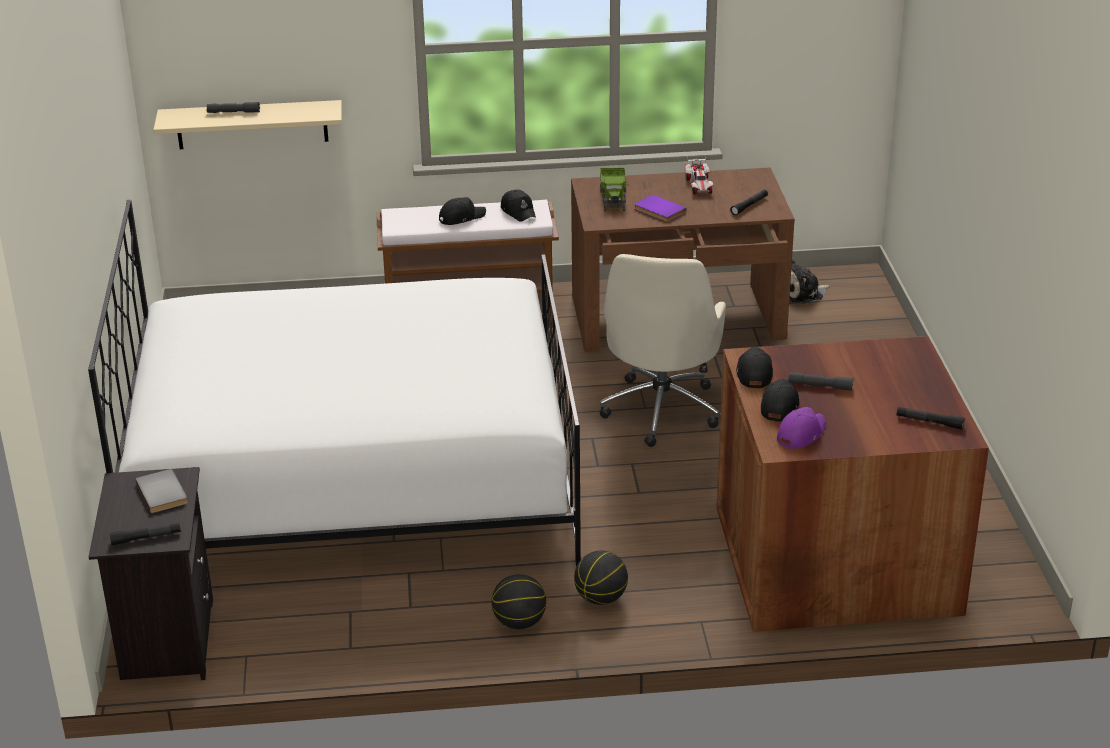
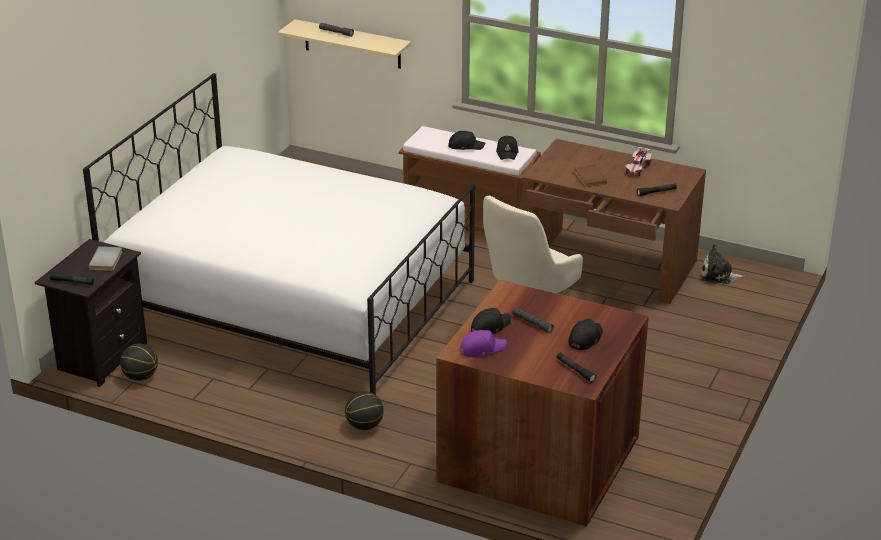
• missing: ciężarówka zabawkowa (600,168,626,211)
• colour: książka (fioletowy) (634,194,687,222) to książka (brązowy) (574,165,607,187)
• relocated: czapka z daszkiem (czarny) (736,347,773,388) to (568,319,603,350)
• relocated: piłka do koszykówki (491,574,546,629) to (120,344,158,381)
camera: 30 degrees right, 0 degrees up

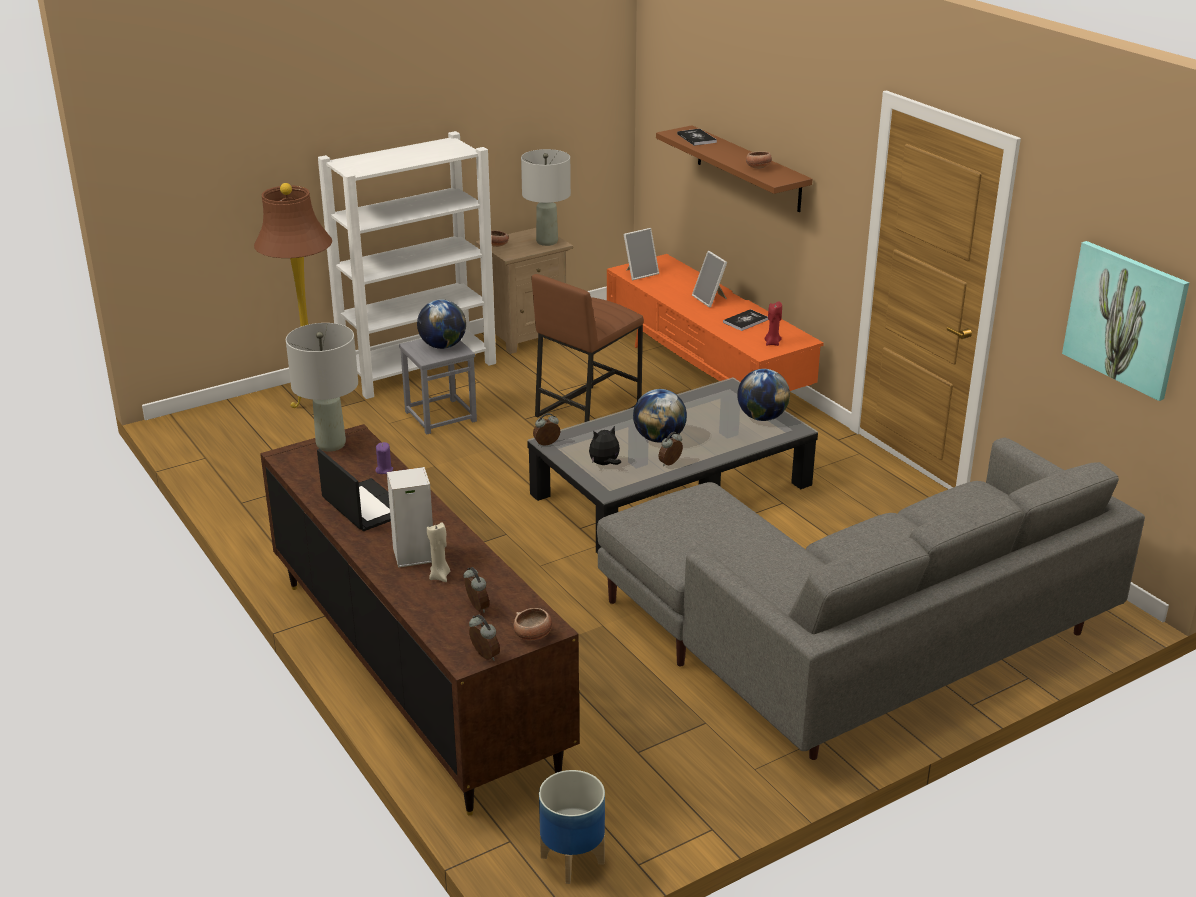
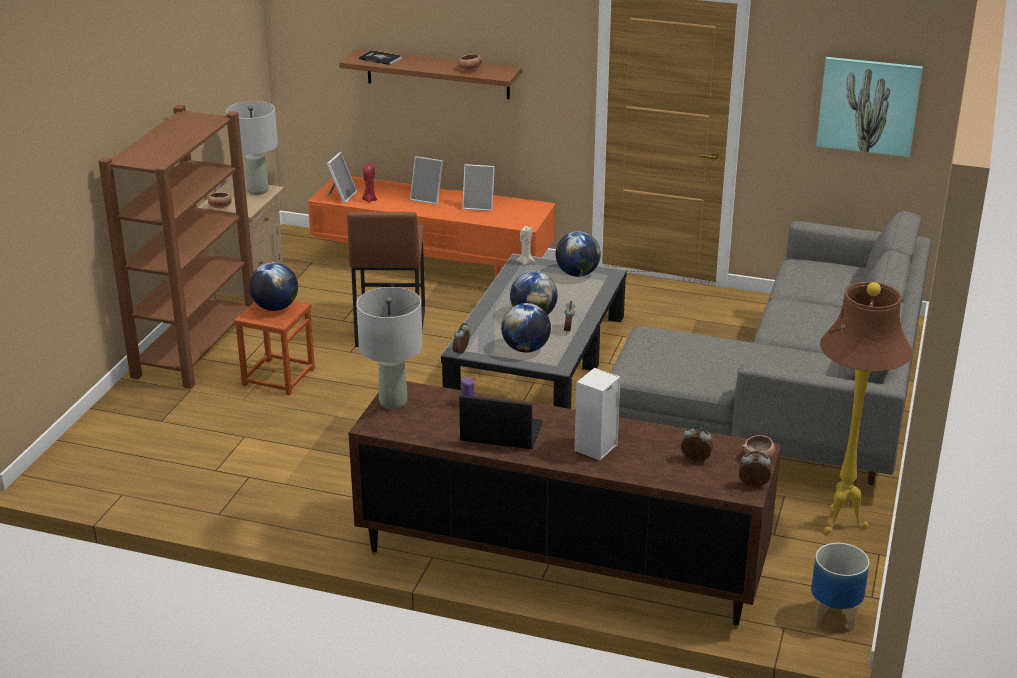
• colour: regał (biały) (318,131,496,399) to regał (brązowy) (98,105,254,389)
• relocated: lampa stojąca (brązowy) (254,183,332,408) to (820,282,912,533)
• relocated: świeca (czerwony) (764,301,782,346) to (362,163,377,202)
• exchanged: książka (723,309,769,331) to ramka na zdjęcie (462,164,495,211)
• colour: stołek (szary) (399,339,477,434) to stołek (brązowy) (234,301,315,395)
• exchanged: pluszak (589,426,621,465) to globus (501,303,551,353)
• relocated: świeca (beżowy) (427,522,450,582) to (516,226,535,265)
camera: 40 degrees left, 0 degrees up

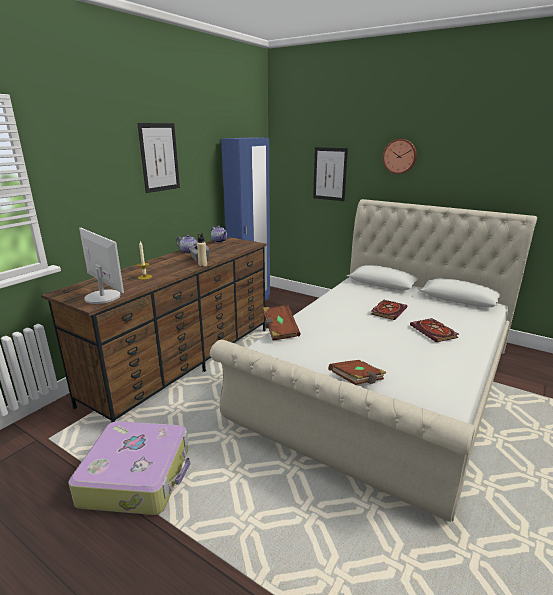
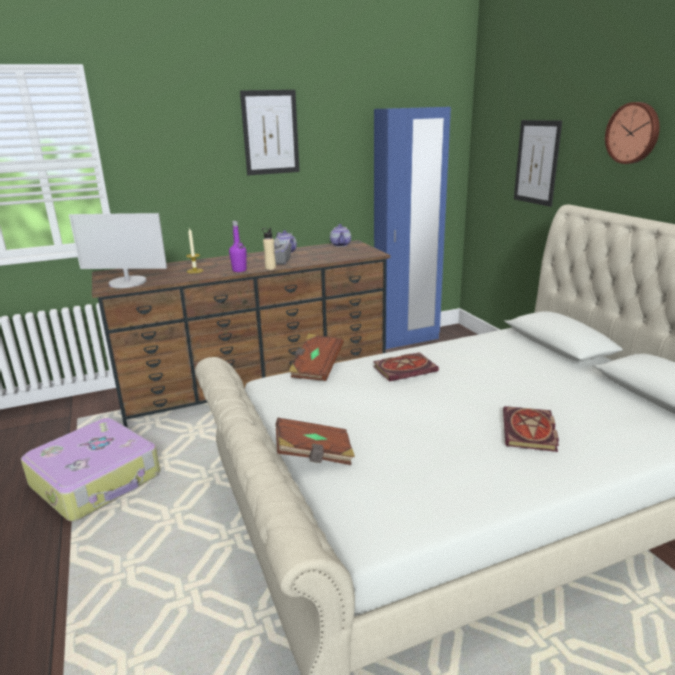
• spun: monitor (79,228,124,304) = (69,213,167,288) 105 degrees clockwise
• relocated: książka (371,300,407,320) to (373,352,439,381)
• appeared: butelka (fioletowy) (229,221,247,272)
camera: 35 degrees right, 0 degrees up

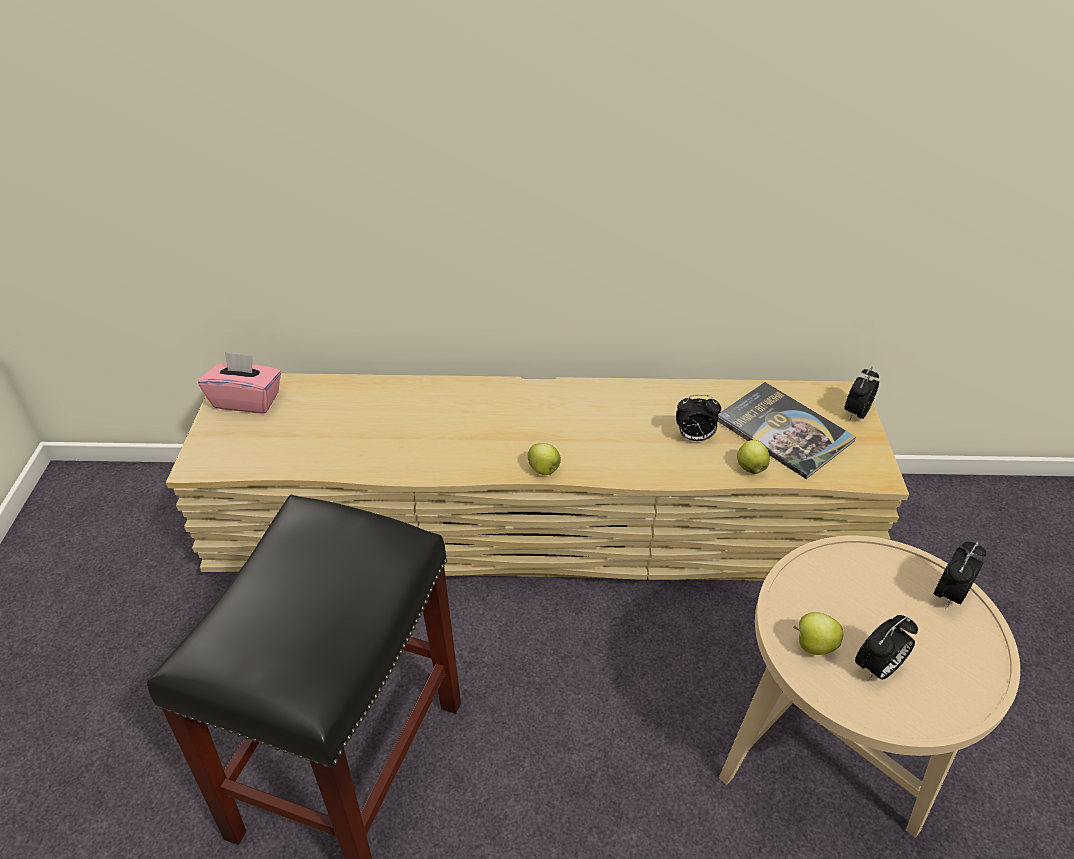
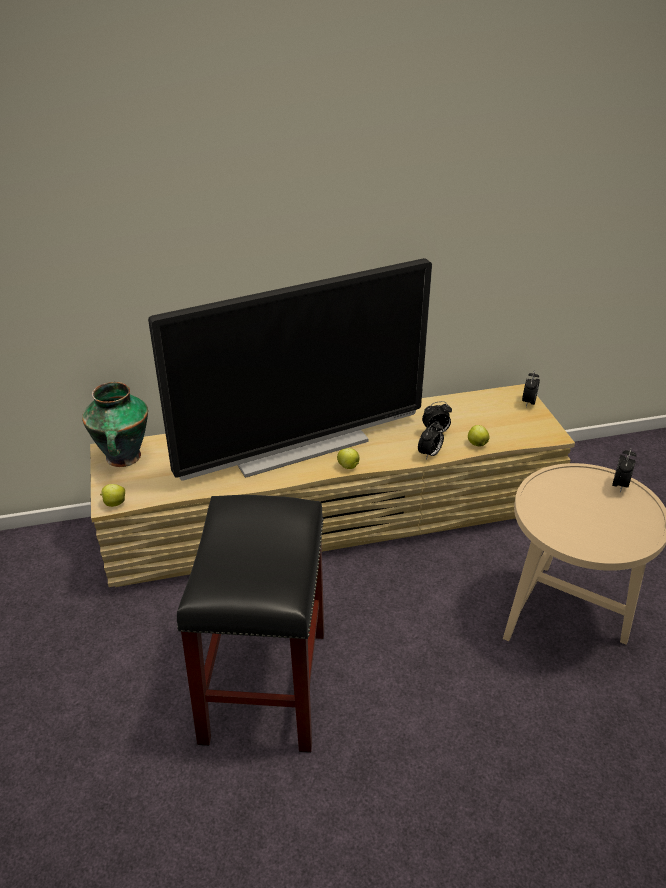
• exchanged: pudełko chusteczek (różowy) (198,352,281,413) to wazon (82,382,148,467)
• missing: książka (718,382,856,479)
• relocated: jabłko (793,612,843,655) to (100,484,125,507)
• relocated: budzik (855,615,918,681) to (418,421,444,459)
• appeared: telewizor (148,258,432,481)
camera: 15 degrees left, 5 degrees down

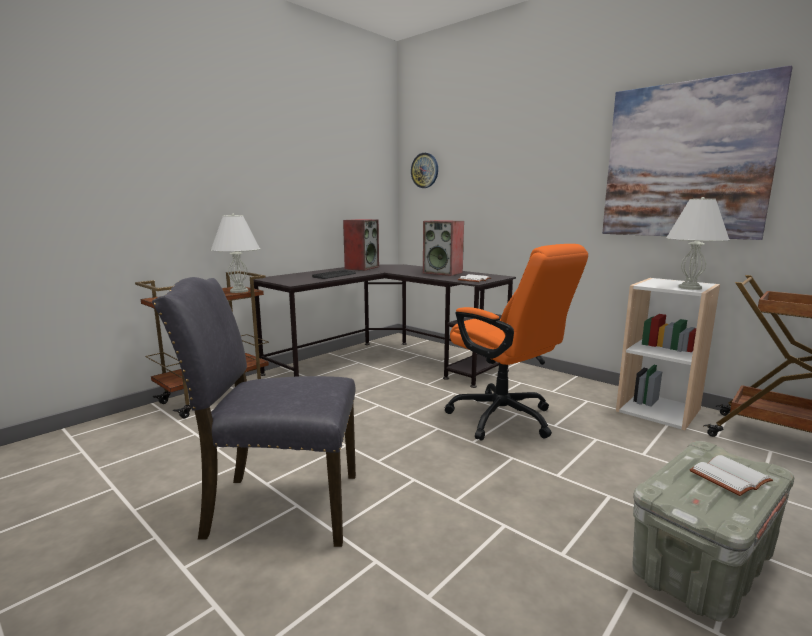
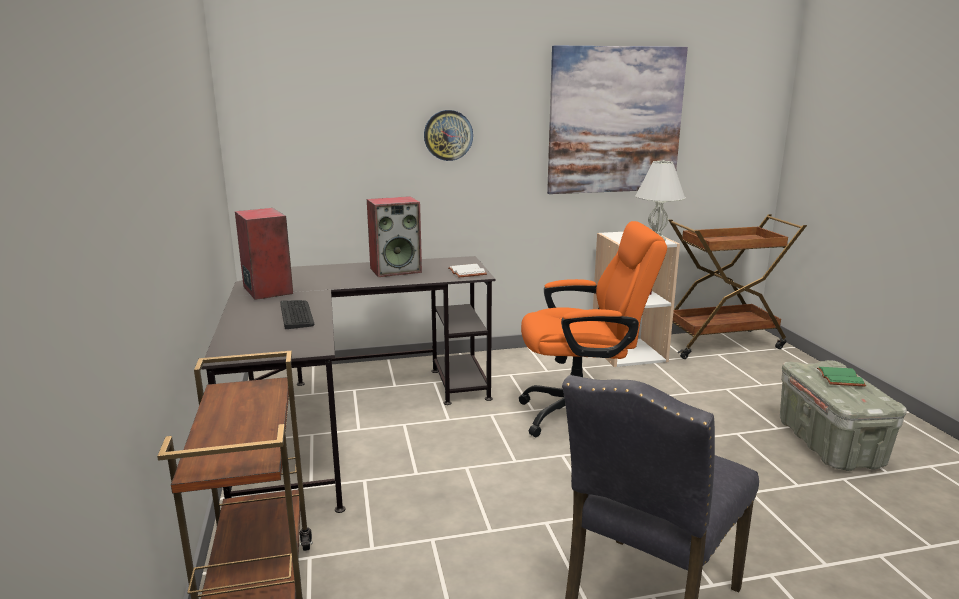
• relocated: zegar ścienny (411,153,438,188) to (424,110,473,161)
• missing: lampa stołowa (biały) (211,214,260,293)
• colour: książka (biały) (690,455,773,496) to książka (zielony) (817,367,866,386)
camera: 55 degrees left, 5 degrees up

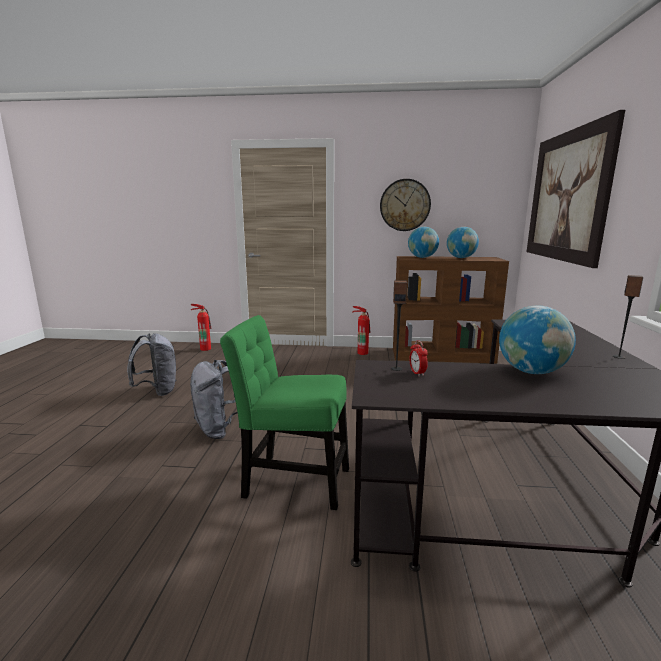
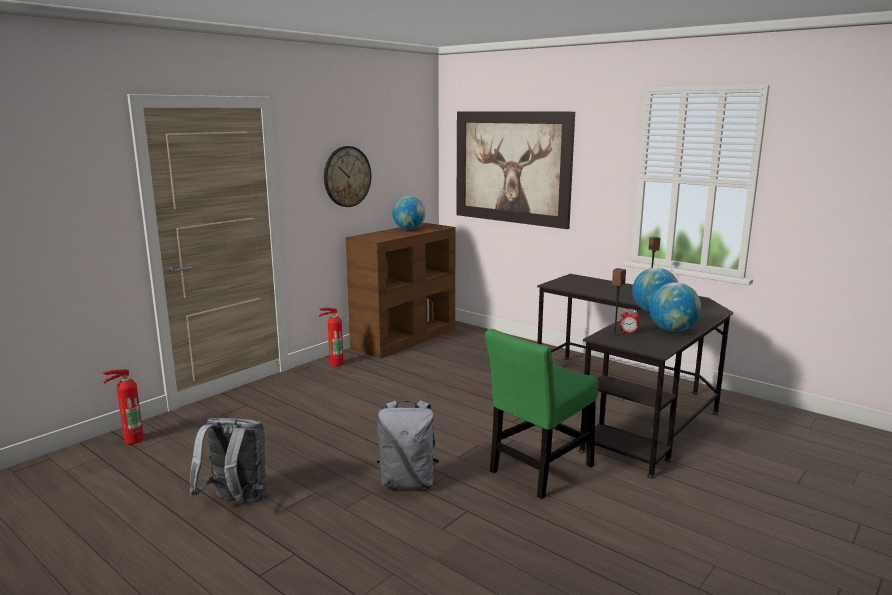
• relocated: globus (408,227,439,258) to (649,282,701,332)
camera: 55 degrees left, 0 degrees up

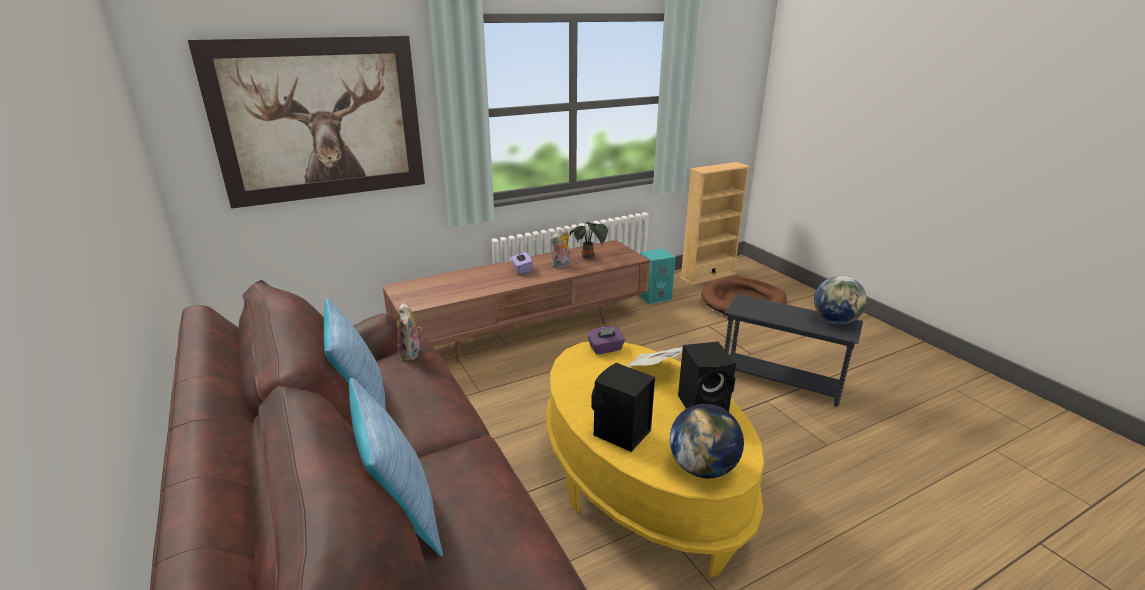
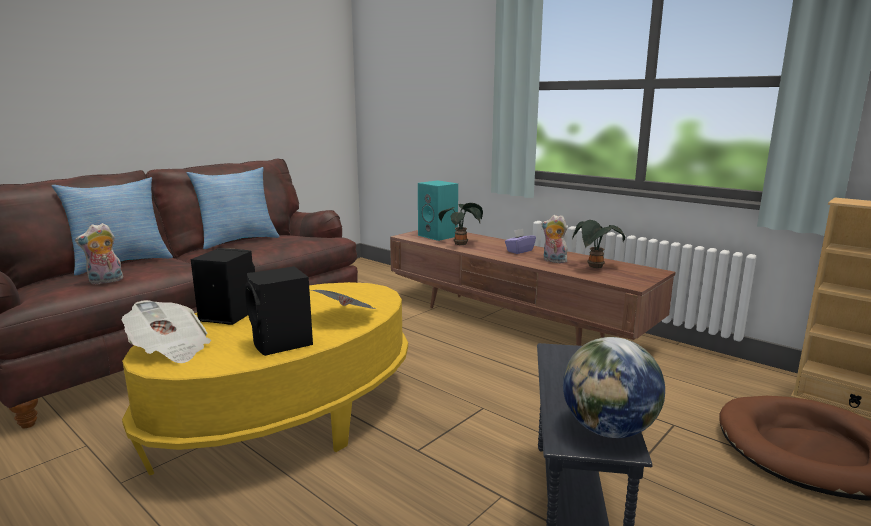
• missing: obraz (188,36,425,209)
• relocated: głośnik (turkusowy) (639,249,676,304) to (418,180,458,241)
• relocated: pluszak (397,302,422,361) to (75,223,124,284)
• missing: pudełko chusteczek (fioletowy) (587,326,625,355)
• exchanged: globus (670,404,744,478) to gazeta (122,300,211,363)
• appeared: roślina doniczkowa (438,203,483,245)
camera: 70 degrees right, 10 degrees down

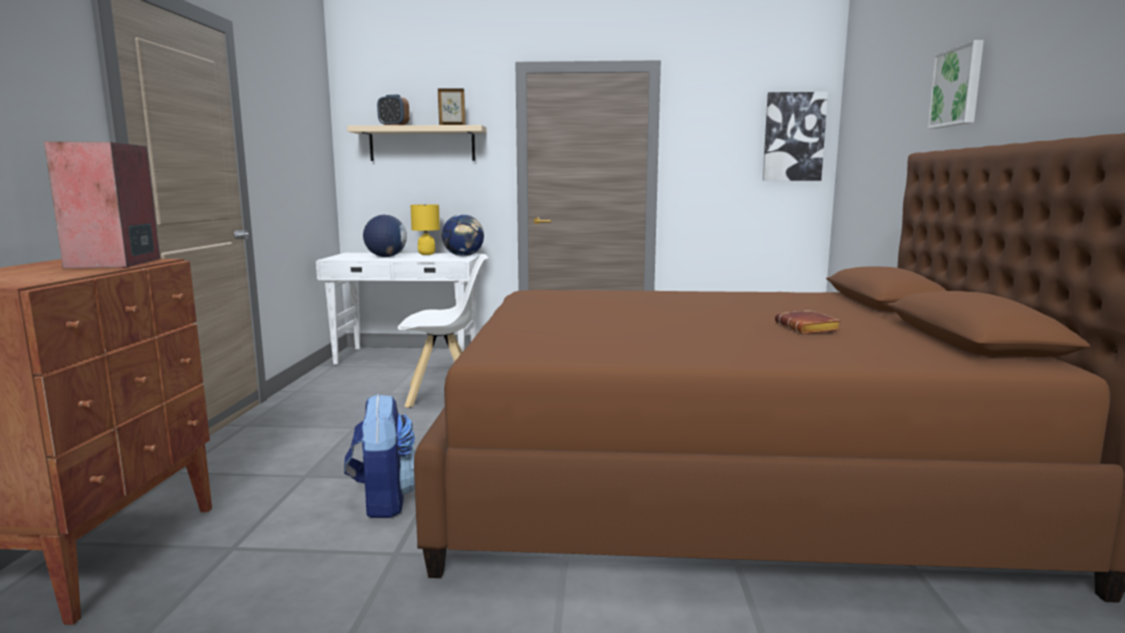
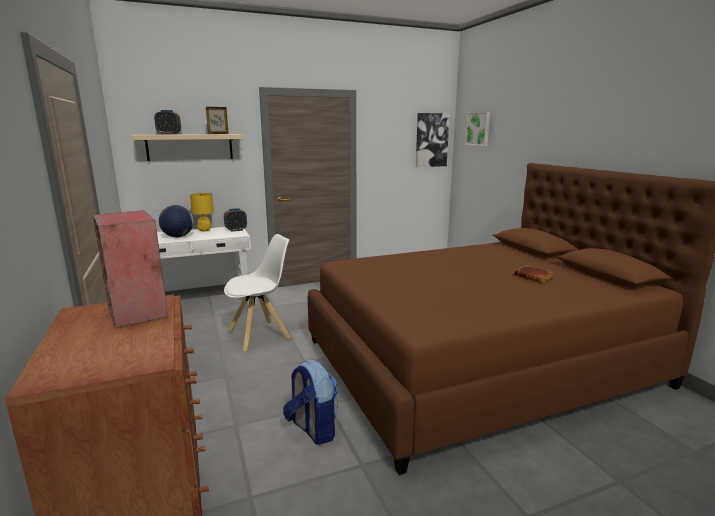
• relocated: obraz (927,40,984,129) to (465,112,490,146)
• exchanged: globus (442,214,484,256) to budzik (224,208,247,232)
camera: 25 degrees left, 5 degrees up

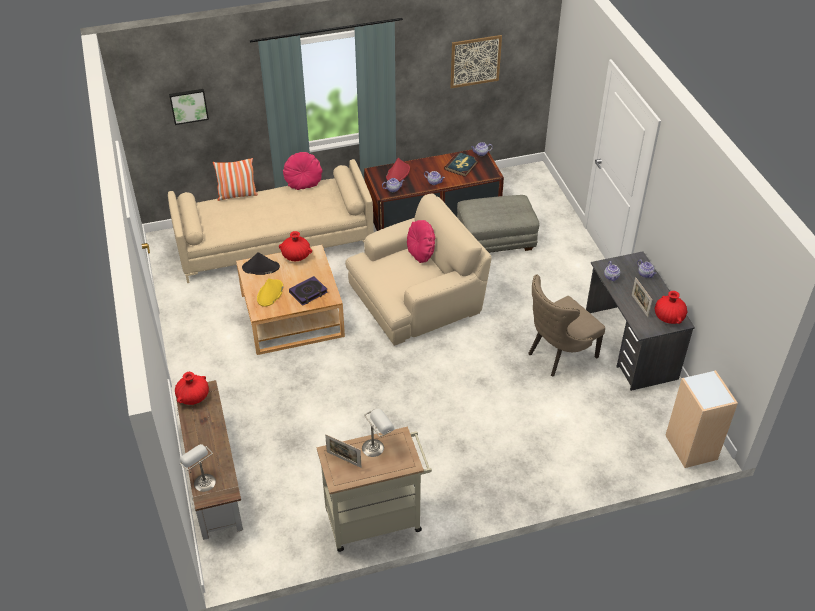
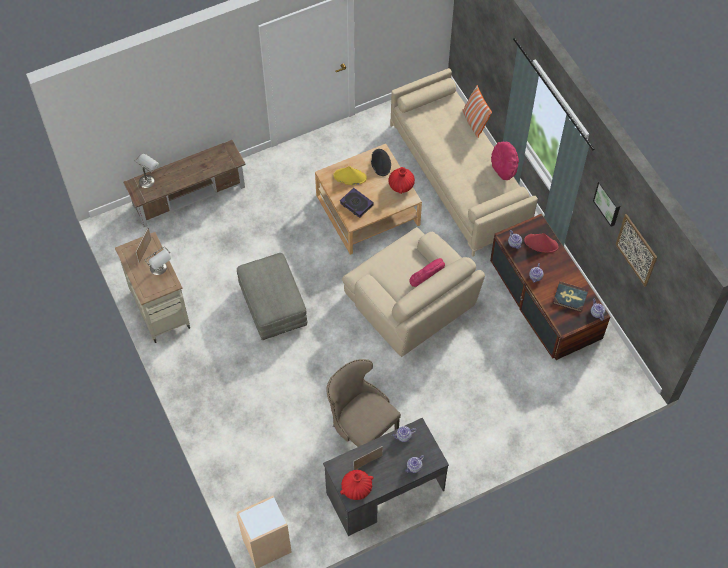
• relocated: obraz (169,89,209,125) to (593,180,620,227)
• relocated: pufa (szary) (457,195,539,253) to (237,253,307,340)
• missing: wazon (czerwony) (175,372,209,405)
camera: 80 degrees right, 15 degrees up

